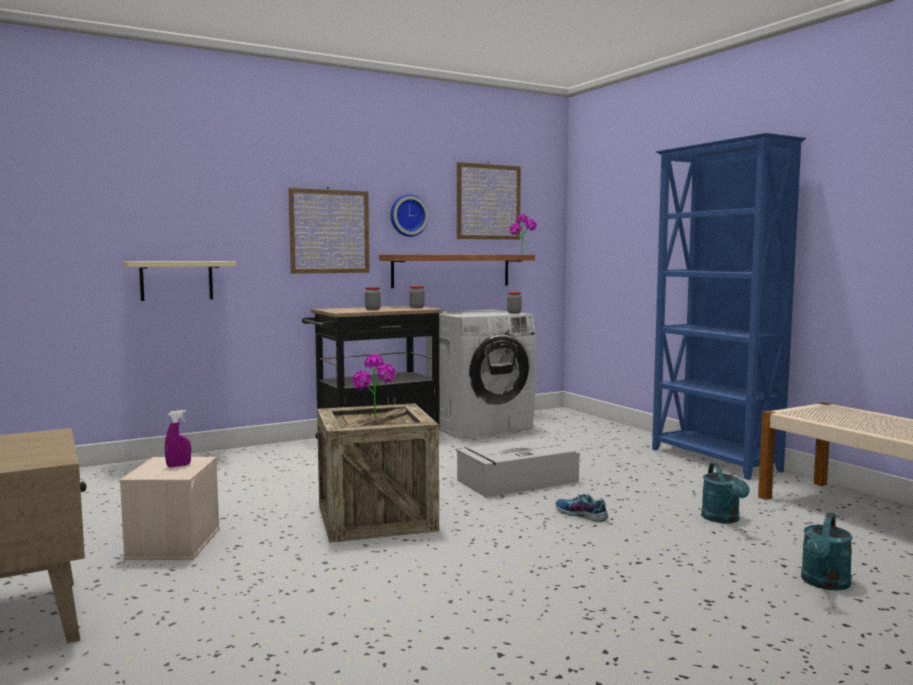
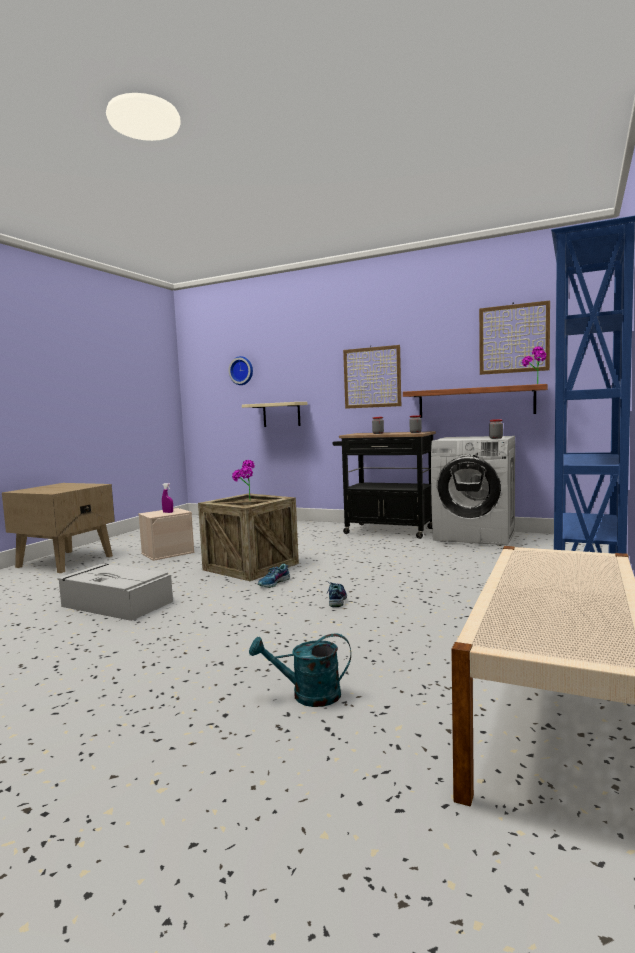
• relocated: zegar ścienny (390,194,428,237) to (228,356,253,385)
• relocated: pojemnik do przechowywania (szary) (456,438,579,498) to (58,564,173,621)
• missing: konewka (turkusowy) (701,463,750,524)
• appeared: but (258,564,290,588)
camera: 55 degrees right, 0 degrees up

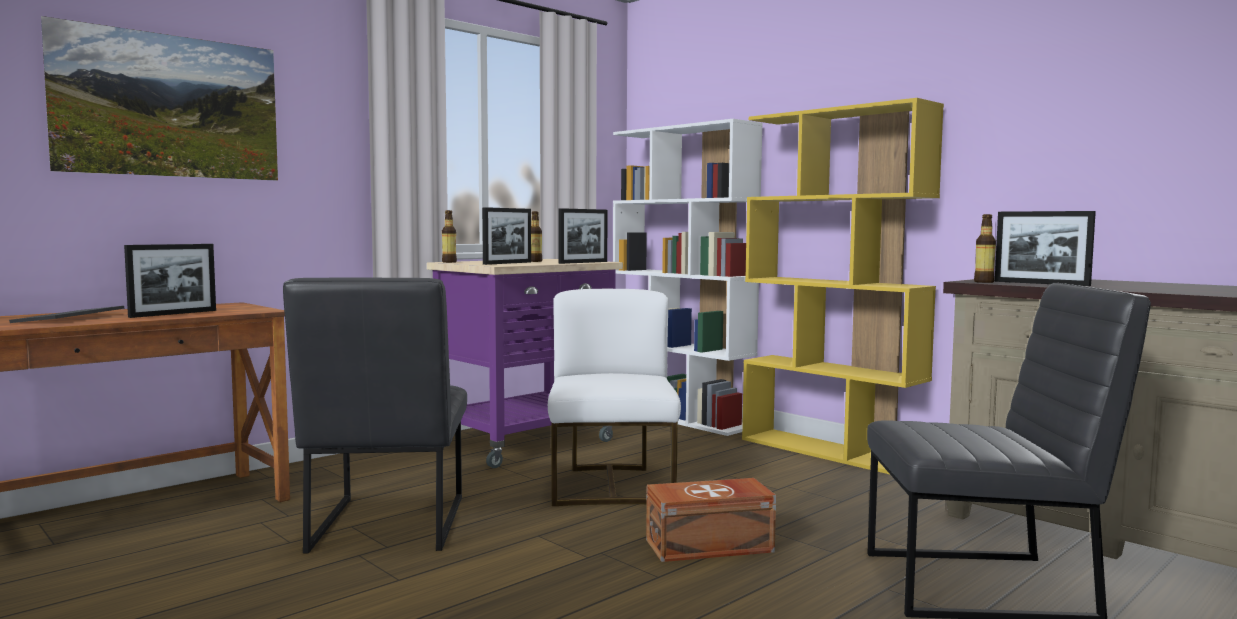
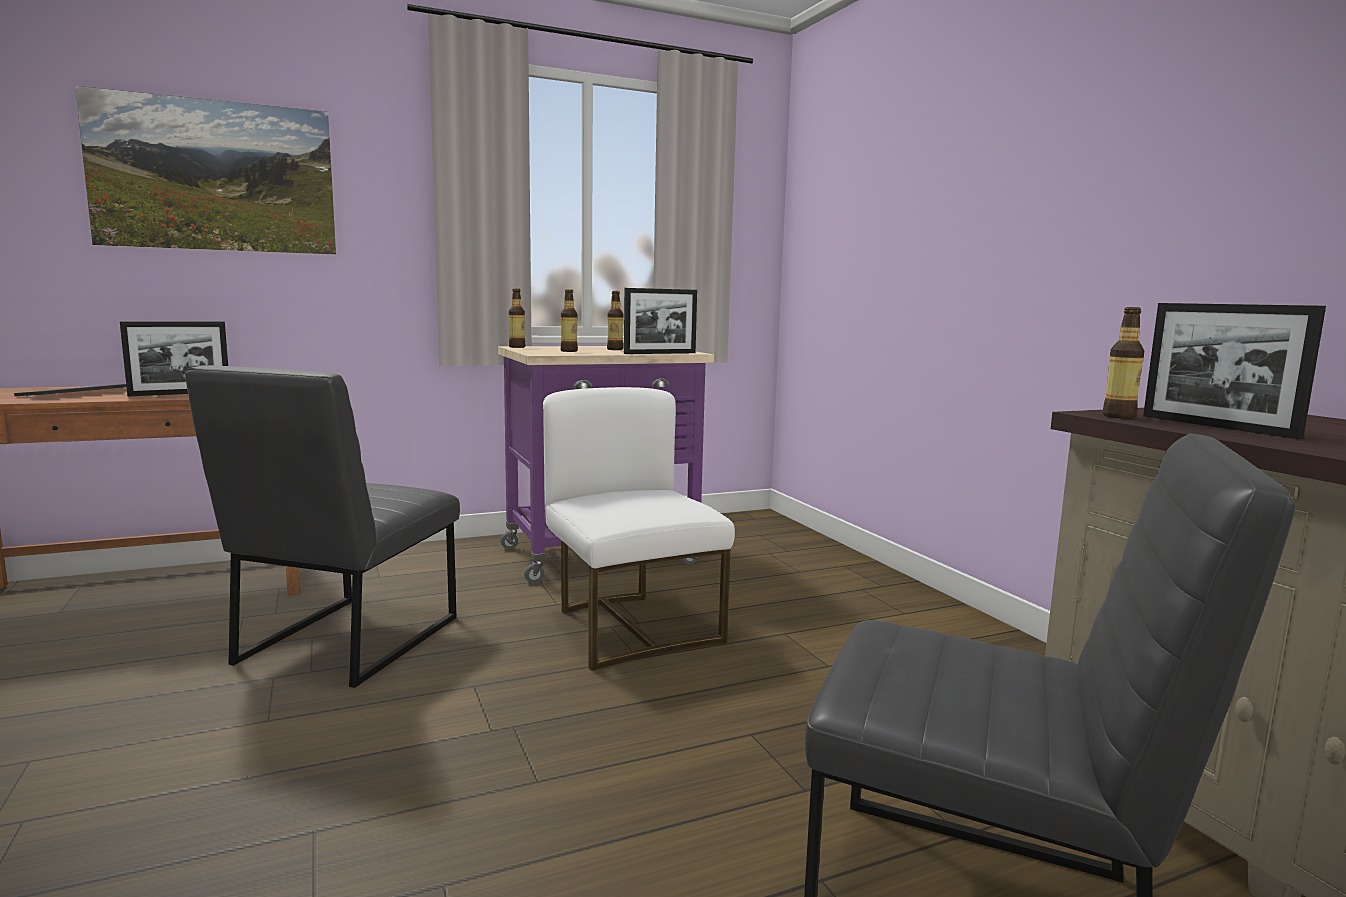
• missing: regał (żółty) (742,98,944,474)
• missing: regał (biały) (613,119,763,436)
• exchanged: ramka na zdjęcie (482,207,531,265) to butelka (561,289,578,352)
• spun: krzesło (biały) (548,289,681,506) = (543,387,735,671) 45 degrees counterclockwise
• missing: pojemnik do przechowywania (brązowy) (646,478,776,562)
camera: 20 degrees right, 5 degrees up

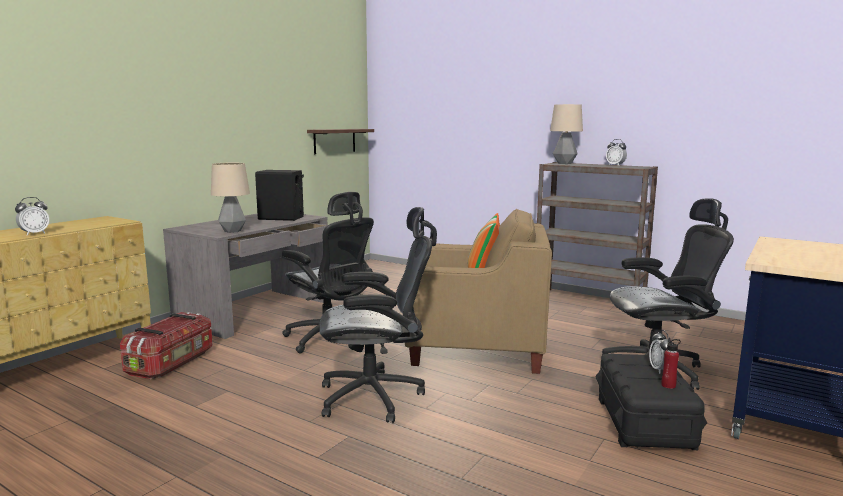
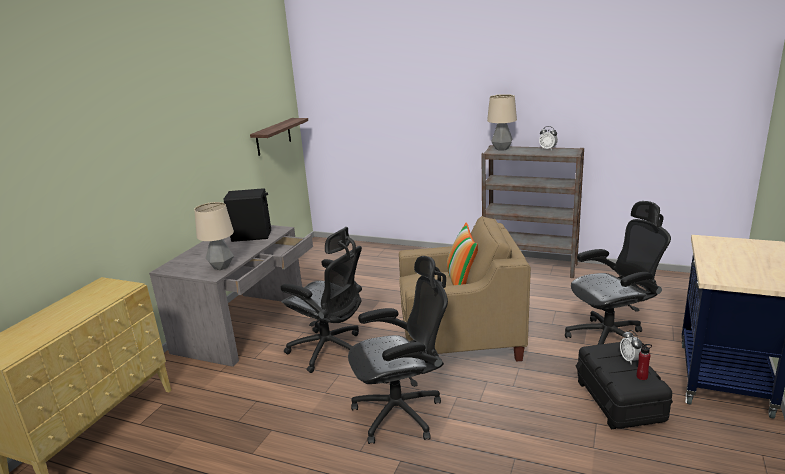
• missing: budzik (15,197,49,236)
• missing: pojemnik do przechowywania (120,312,213,379)
camera: 10 degrees left, 10 degrees up

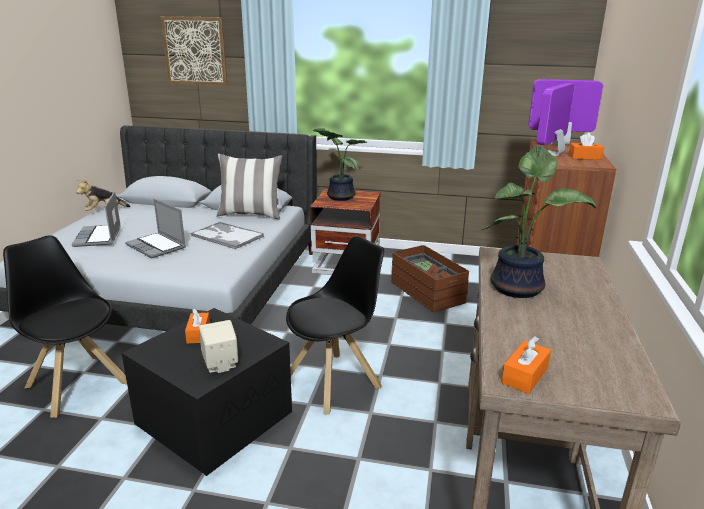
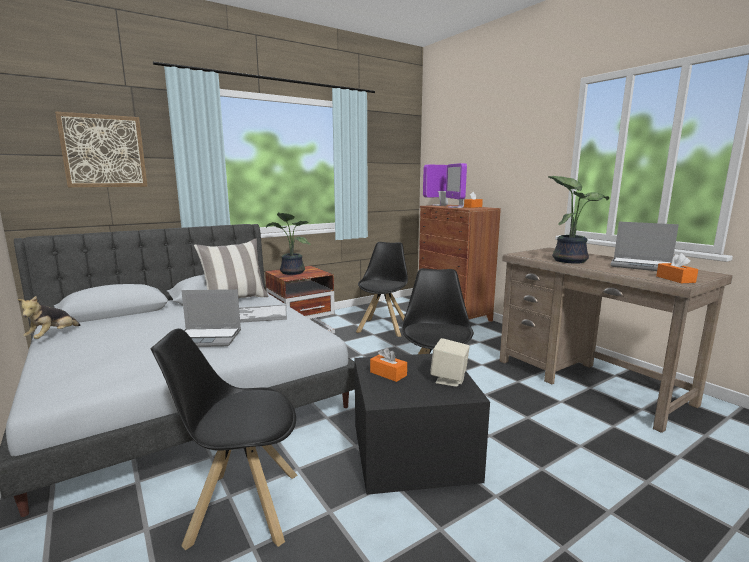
• relocated: laptop (72,191,121,247) to (610,222,679,271)
• exchanged: pojemnik do przechowywania (brązowy) (391,245,469,312) to krzesło (czarny) (356,242,408,337)
camera: 45 degrees left, 10 degrees down

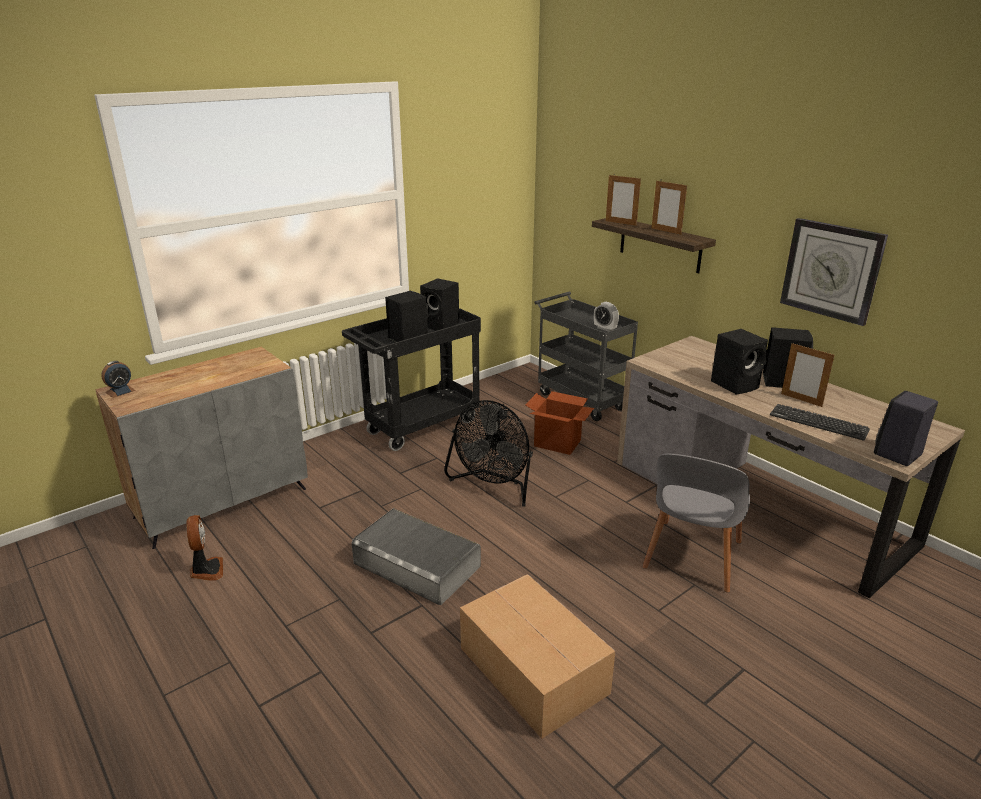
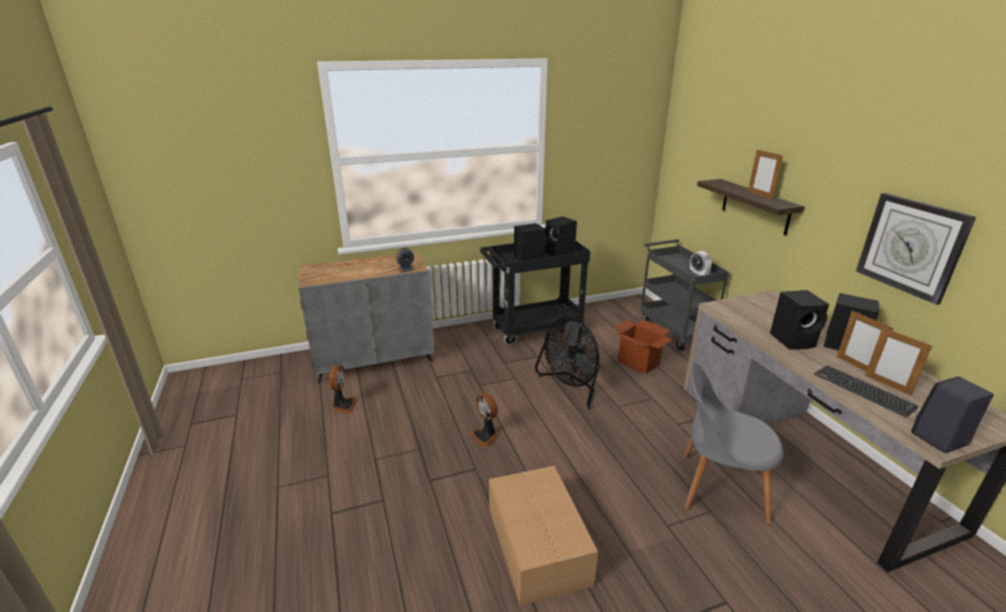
• relocated: ramka na zdjęcie (606,175,641,226) to (865,327,932,395)
• relocated: budzik (101,361,136,398) to (395,247,415,273)
• spun: krzesło (szary) (642,454,750,593) = (683,363,783,525) 60 degrees clockwise
• exchanged: pojemnik do przechowywania (szary) (351,508,481,605) to wentylator (469,392,499,447)
camera: 20 degrees right, 0 degrees up

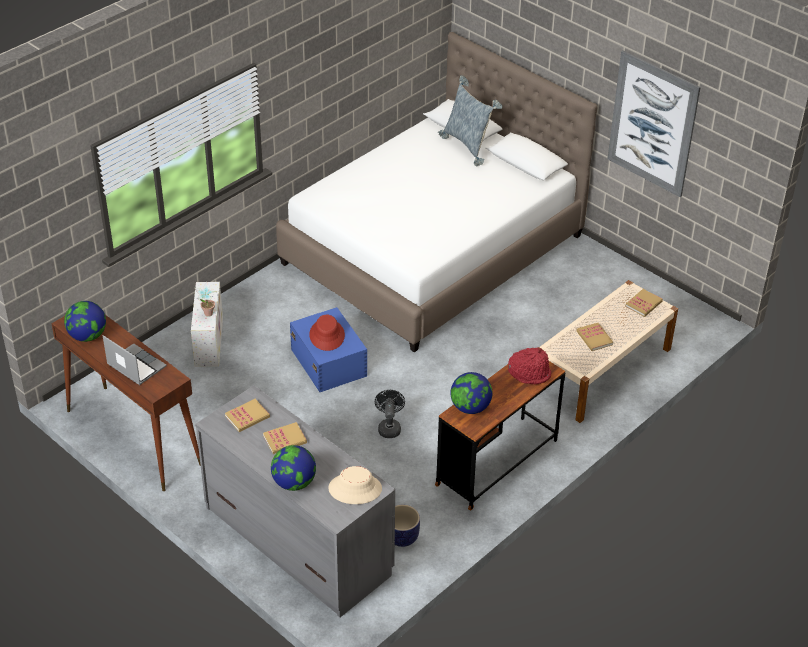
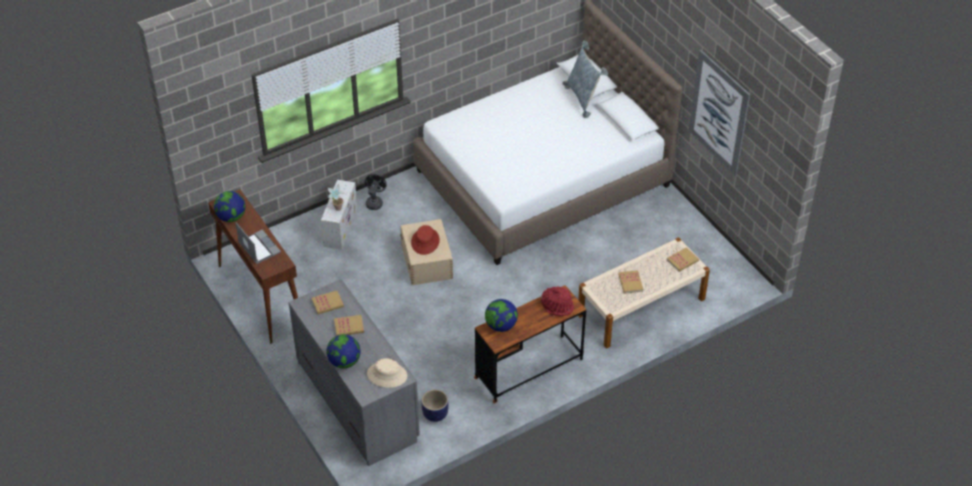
• colour: pojemnik do przechowywania (niebieski) (290,307,367,392) to pojemnik do przechowywania (beżowy) (400,219,453,286)
• relocated: wentylator (czarny) (375,390,405,438) to (365,174,387,210)
camera: 15 degrees right, 5 degrees up

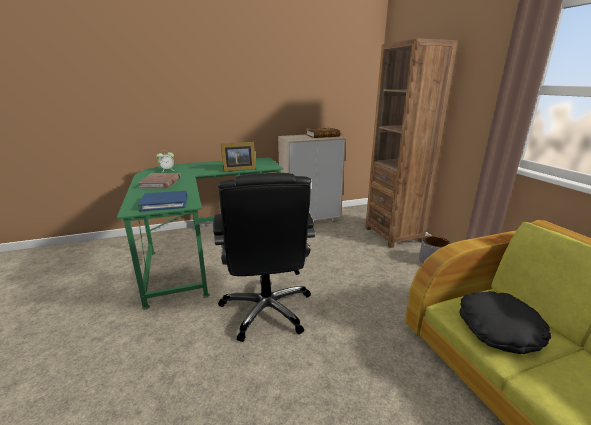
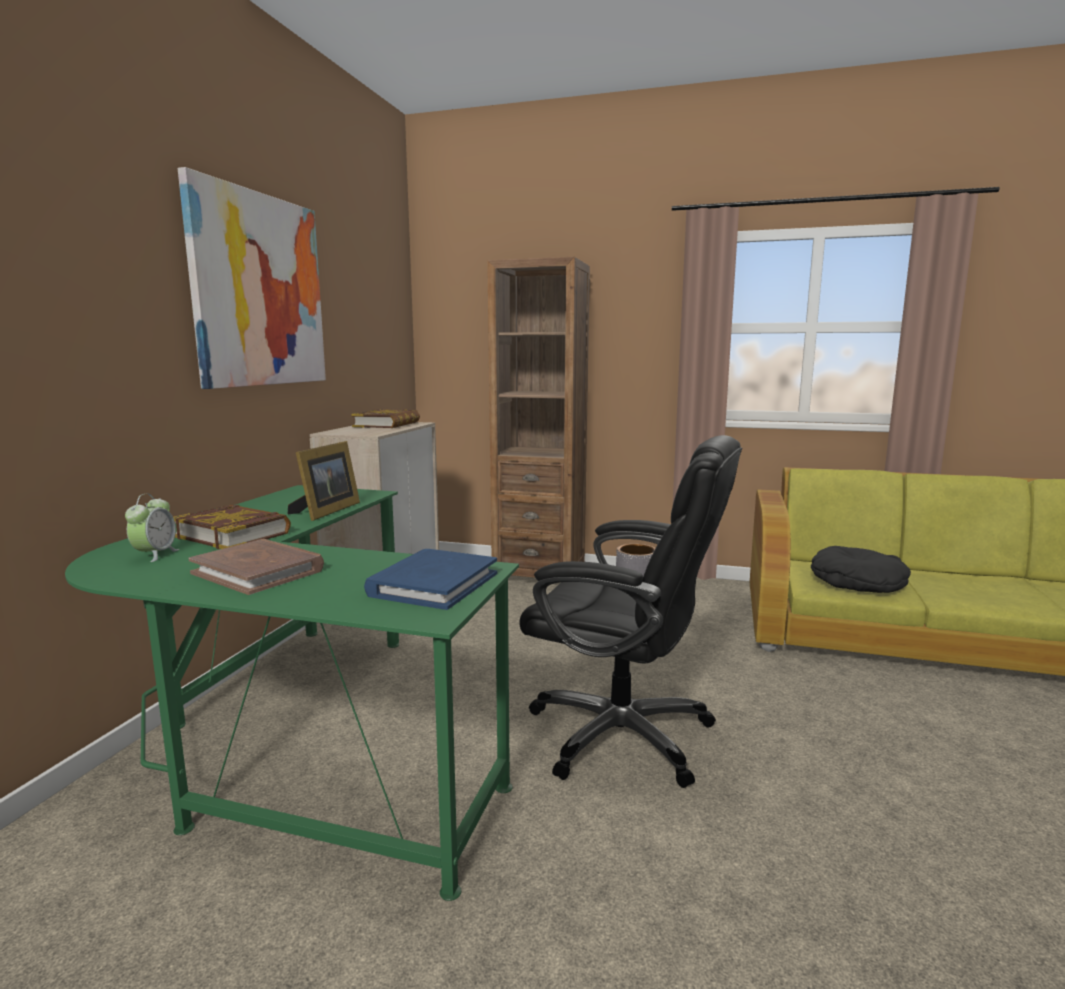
• appeared: obraz (178,167,326,389)
• appeared: książka (173,505,291,549)
camera: 55 degrees left, 10 degrees down

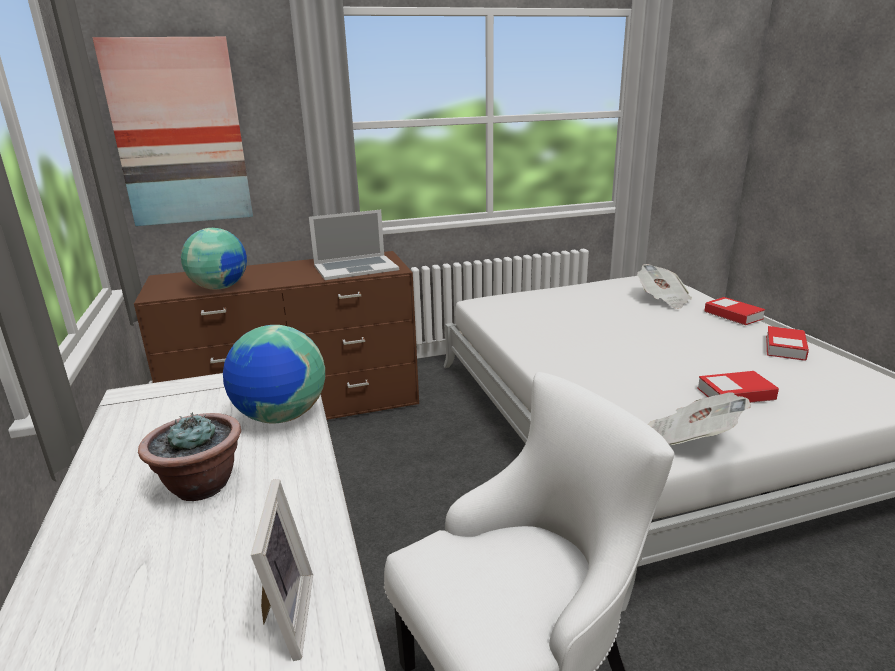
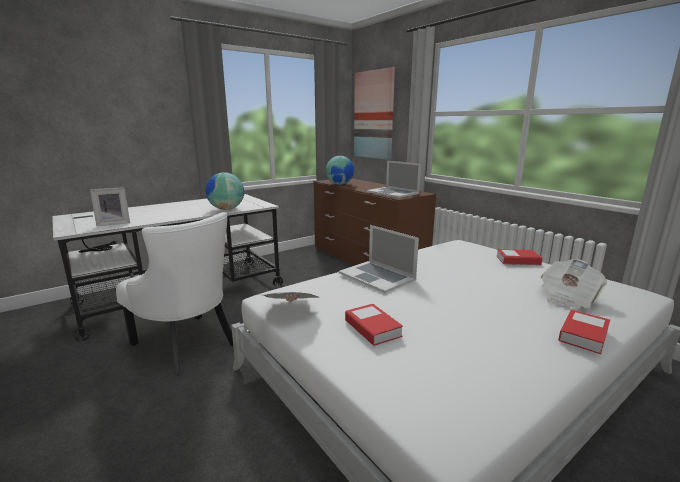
• relocated: książka (766,326,809,361) to (496,249,542,265)
• missing: roślina doniczkowa (138,413,241,501)
• appeared: laptop (339,225,419,293)
camera: 70 degrees right, 5 degrees down

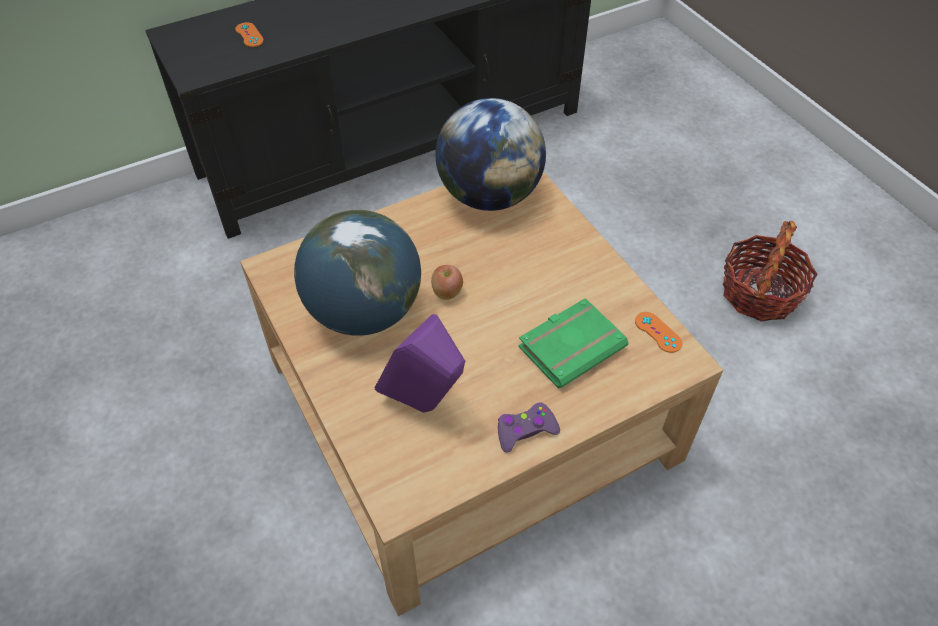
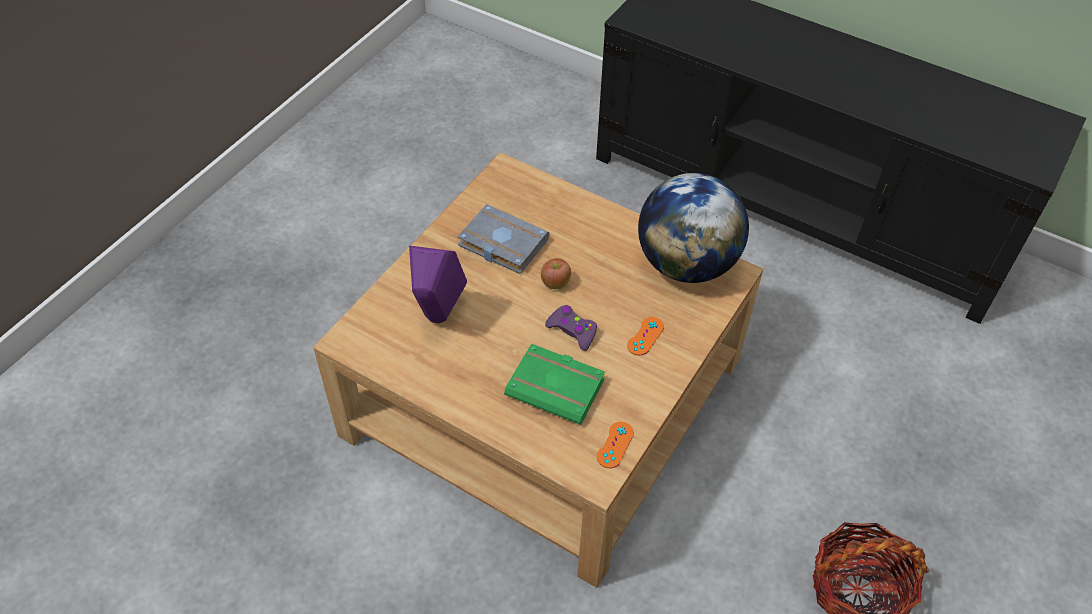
• relocated: pad do gier (pomarańczowy) (235,22,264,47) to (627,317,664,356)
• exchanged: globus (294,210,421,336) to książka (szary) (457,204,549,274)
• relocated: pad do gier (fioletowy) (498,403,560,453) to (545,305,597,351)
camera: 60 degrees right, 0 degrees up

